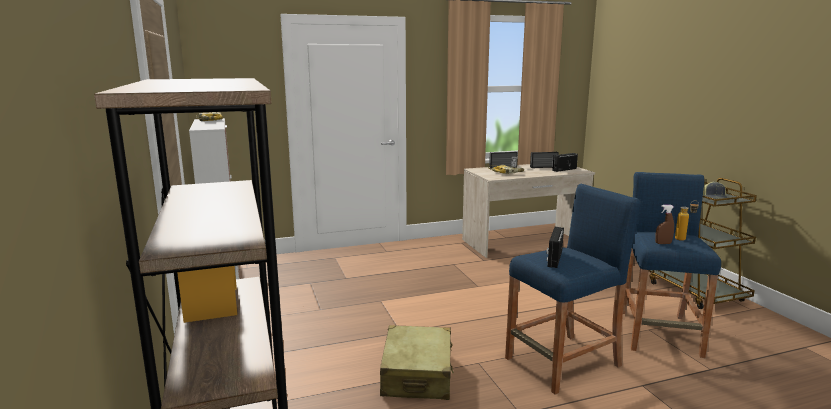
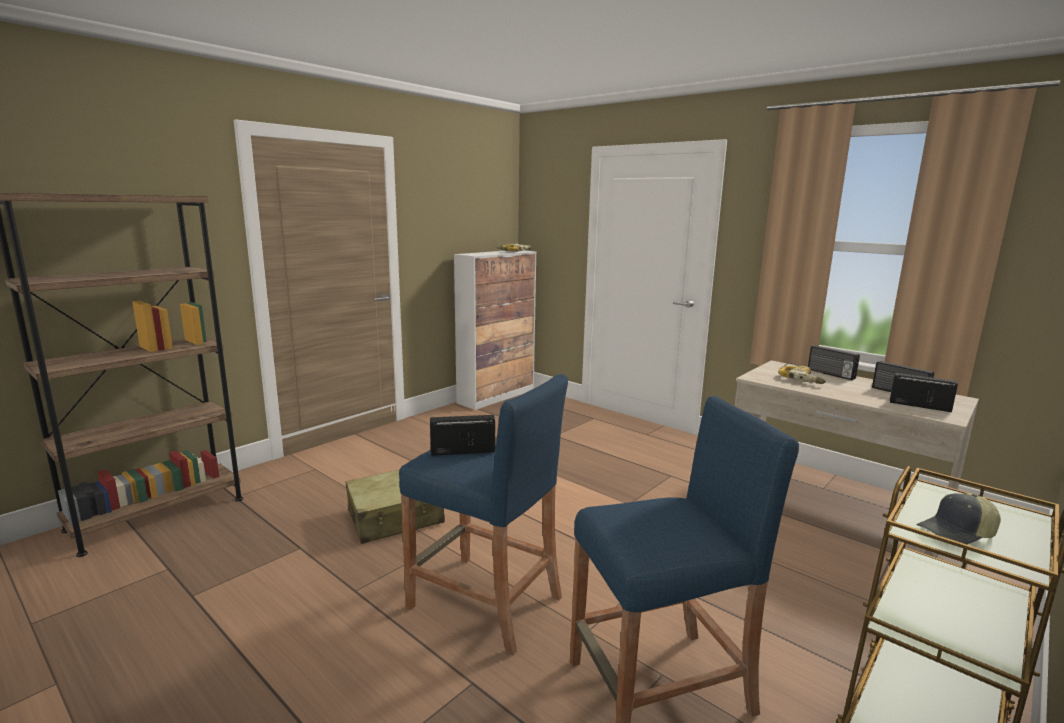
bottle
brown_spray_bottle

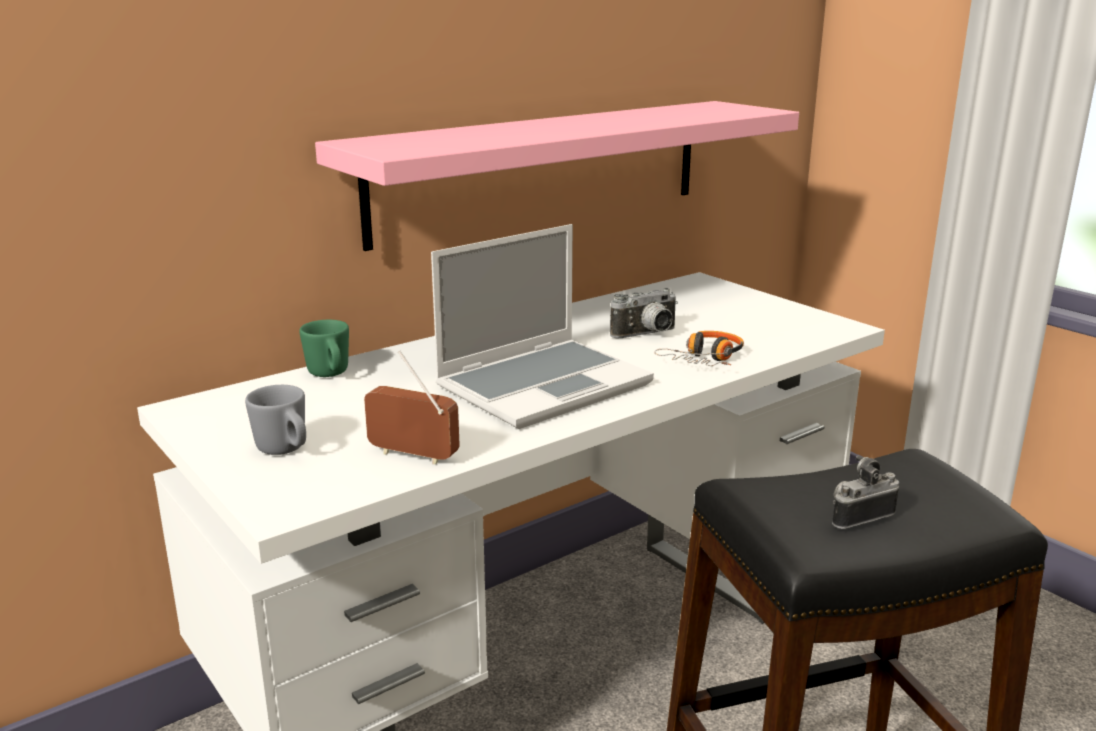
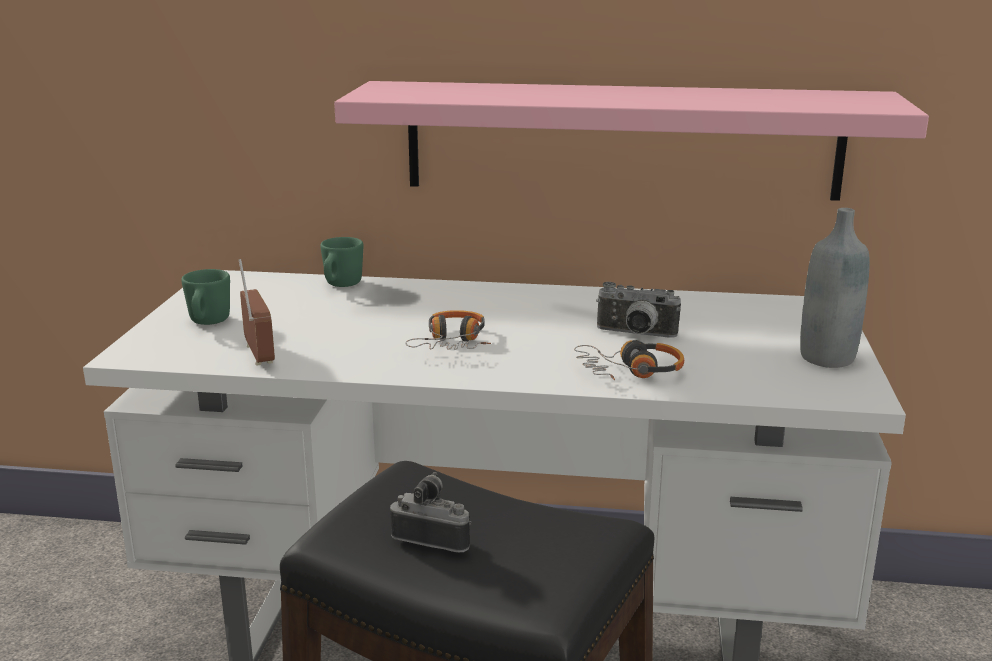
headphones (no. 1 from left)
green_mug (no. 1 from left)
grey_bottle

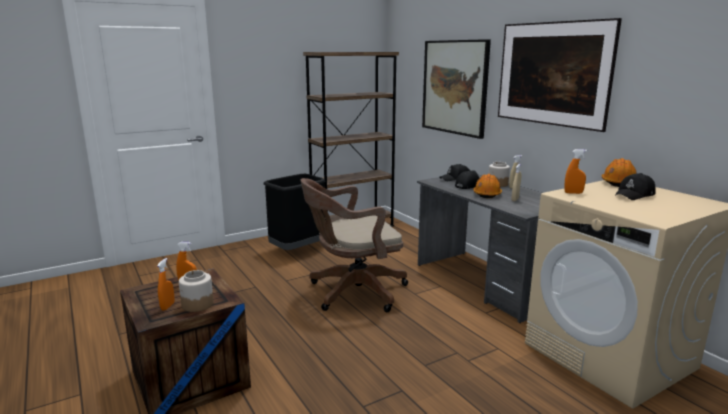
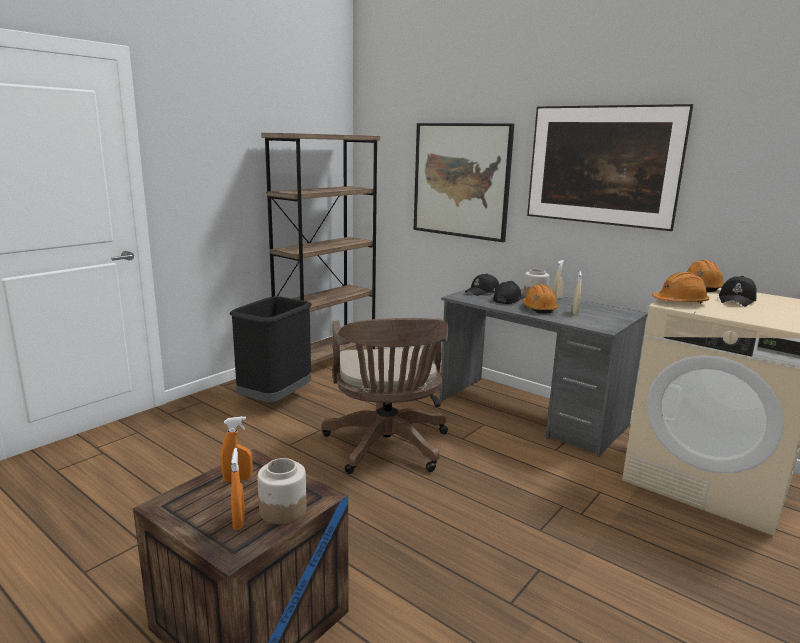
orange_hard_hat (no. 2 from left)
brown_office_chair

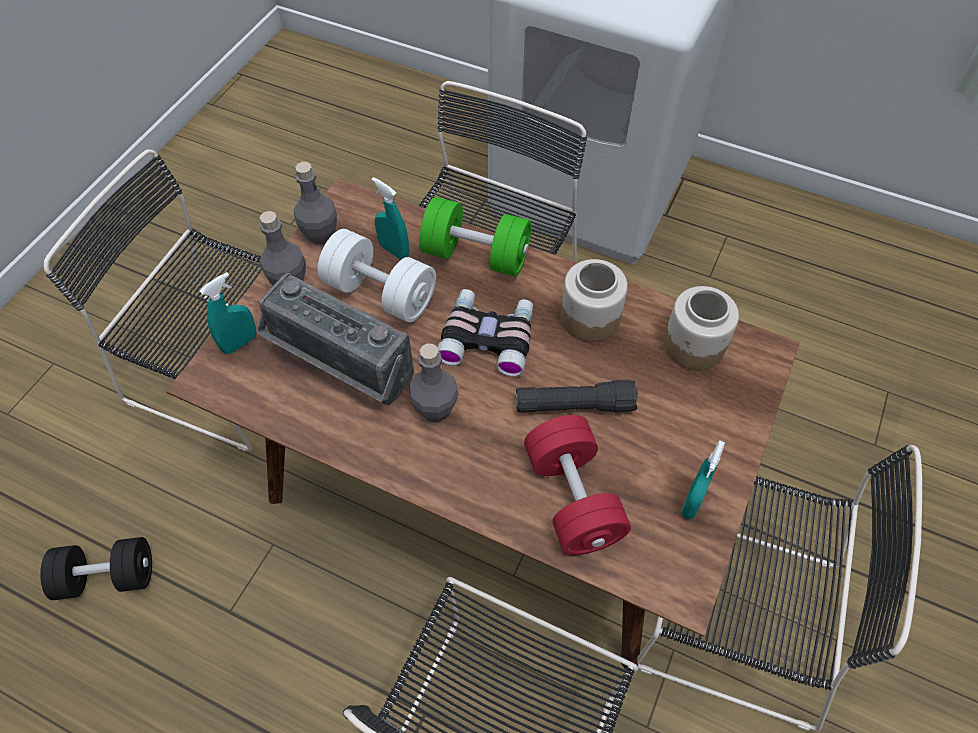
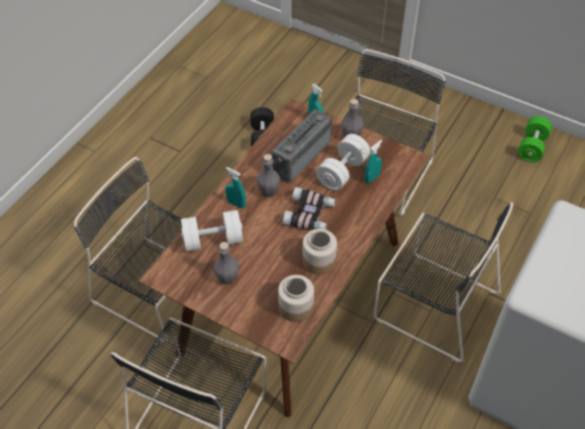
grey_bottle (no. 1 from left)
green_dumbbell
black_flashlight
white_dumbbell (no. 1 from left)
turquoise_spray_bottle (no. 1 from left)

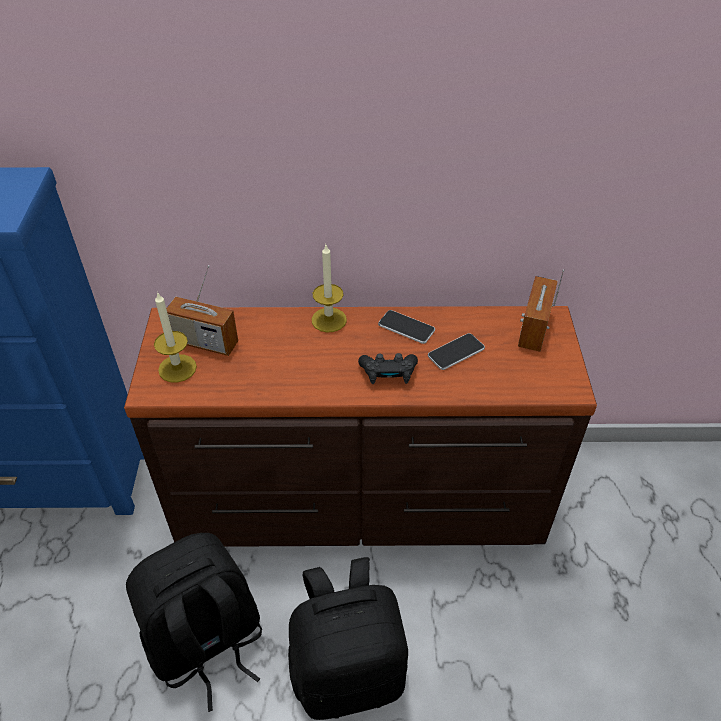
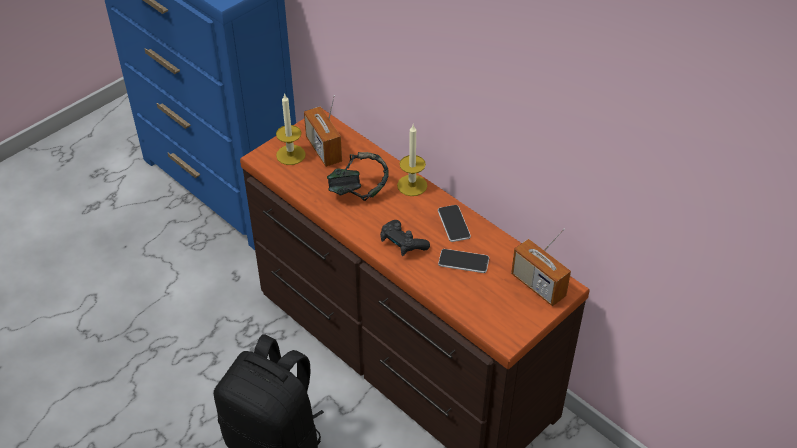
radio (no. 2 from left)
black_backpack (no. 1 from left in the first image)
headphones

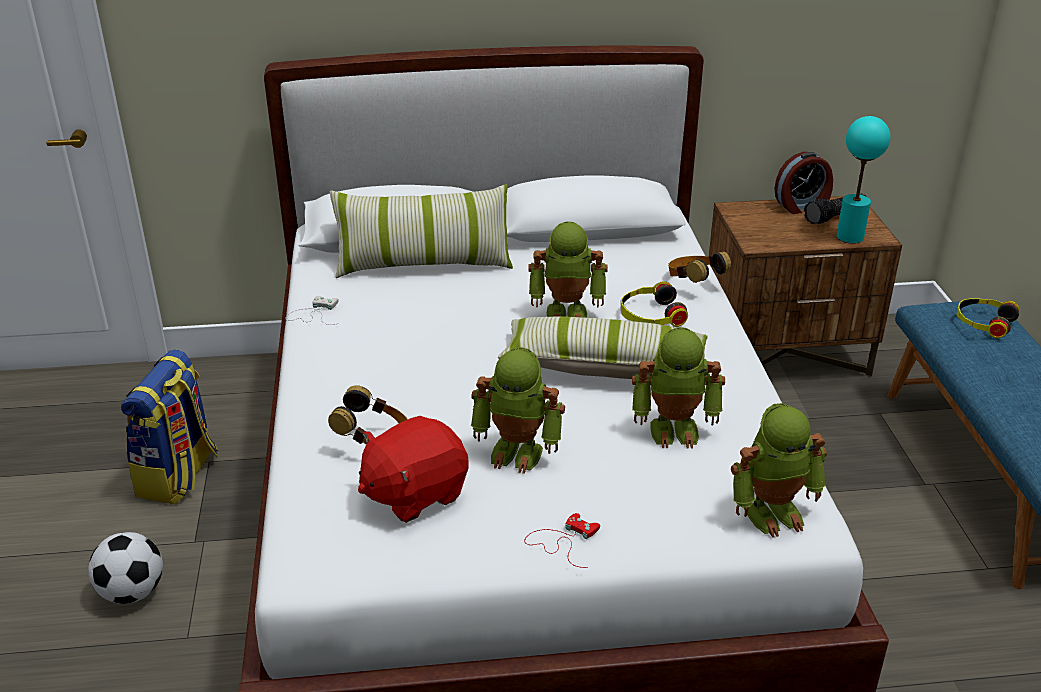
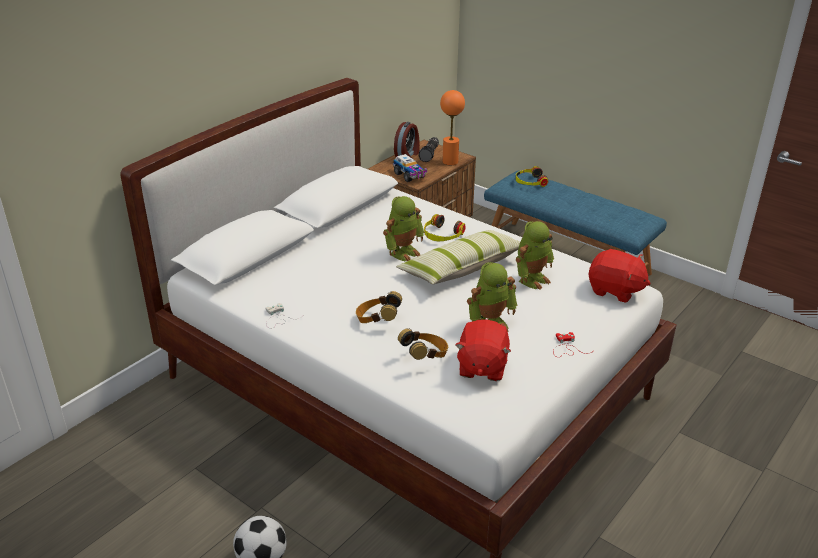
orange_table_lamp
pillow (no. 1 from left in the first image)
headphones (no. 1 from left)
backpack
red_plush_toy (no. 2 from left)
toy_truck

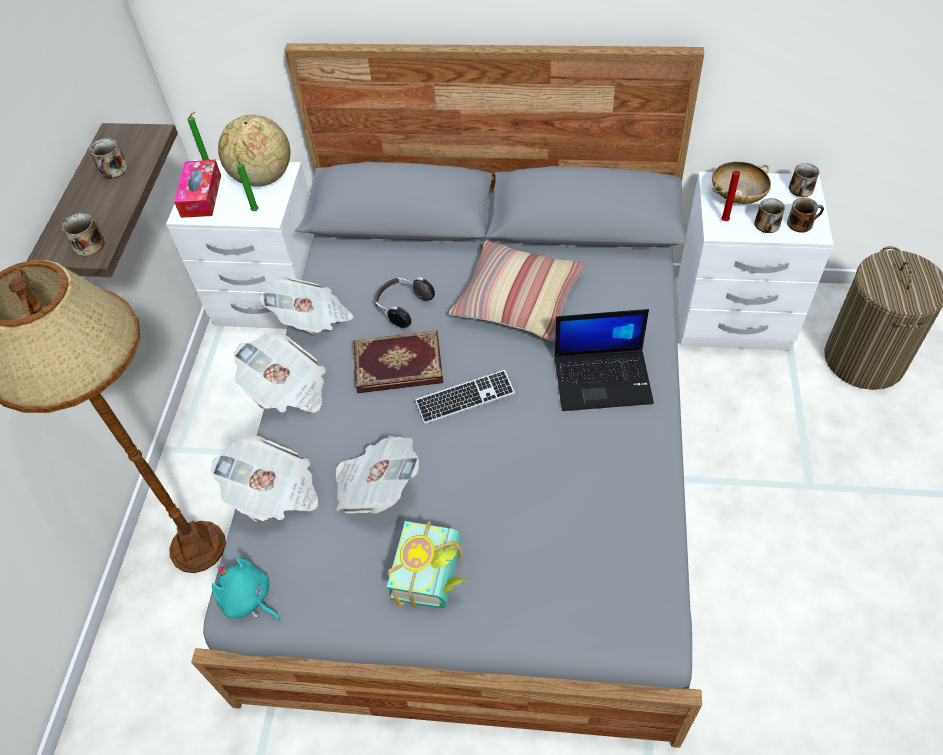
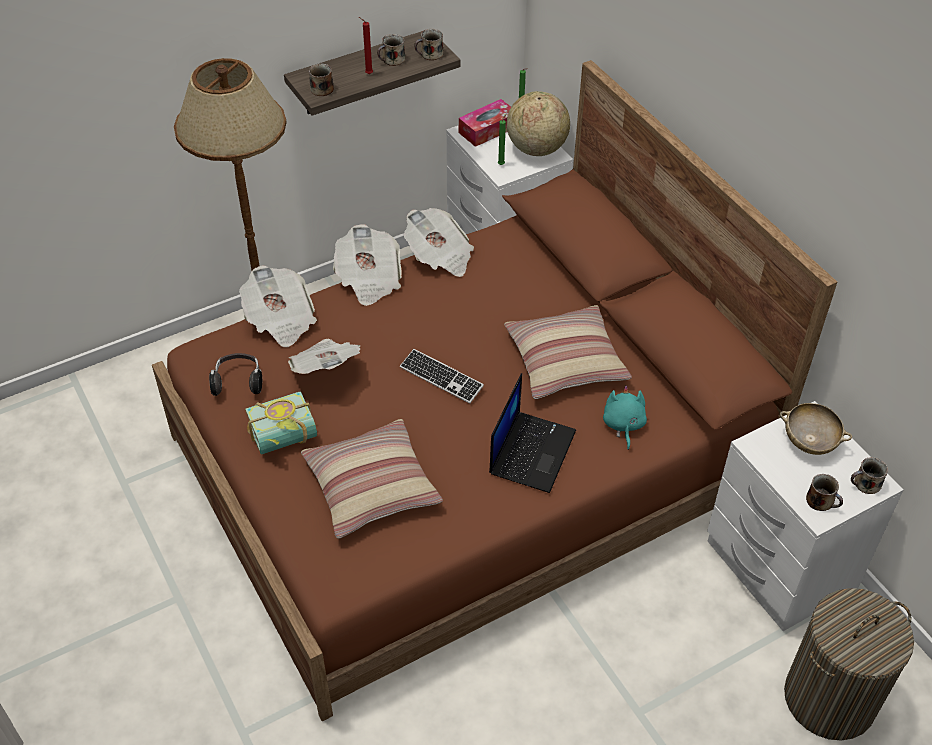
brown_bed
red_candle
mug (no. 3 from left)
headphones
laptop
book (no. 1 from left in the first image)
turquoise_plush_toy
pillow (no. 1 from left)

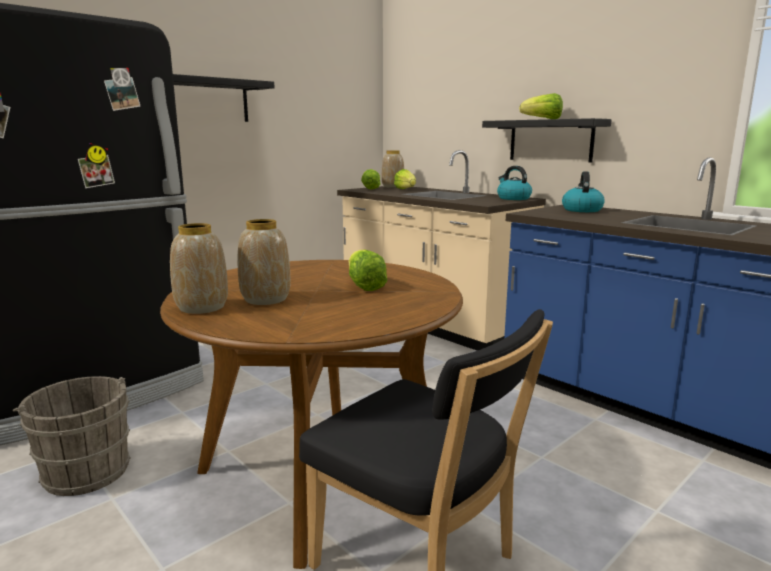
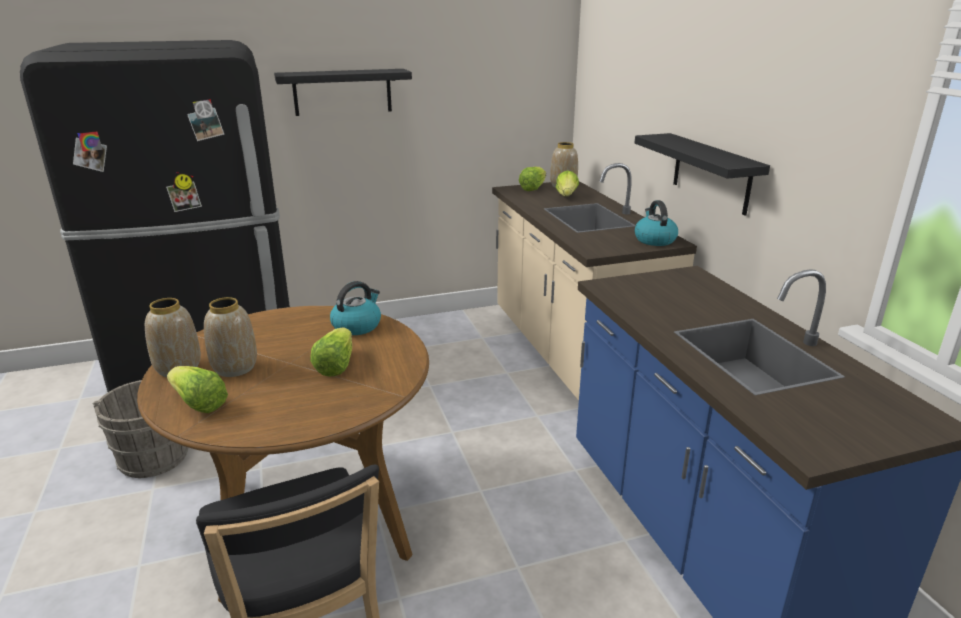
lettuce (no. 1 from left)
kettle (no. 1 from left)

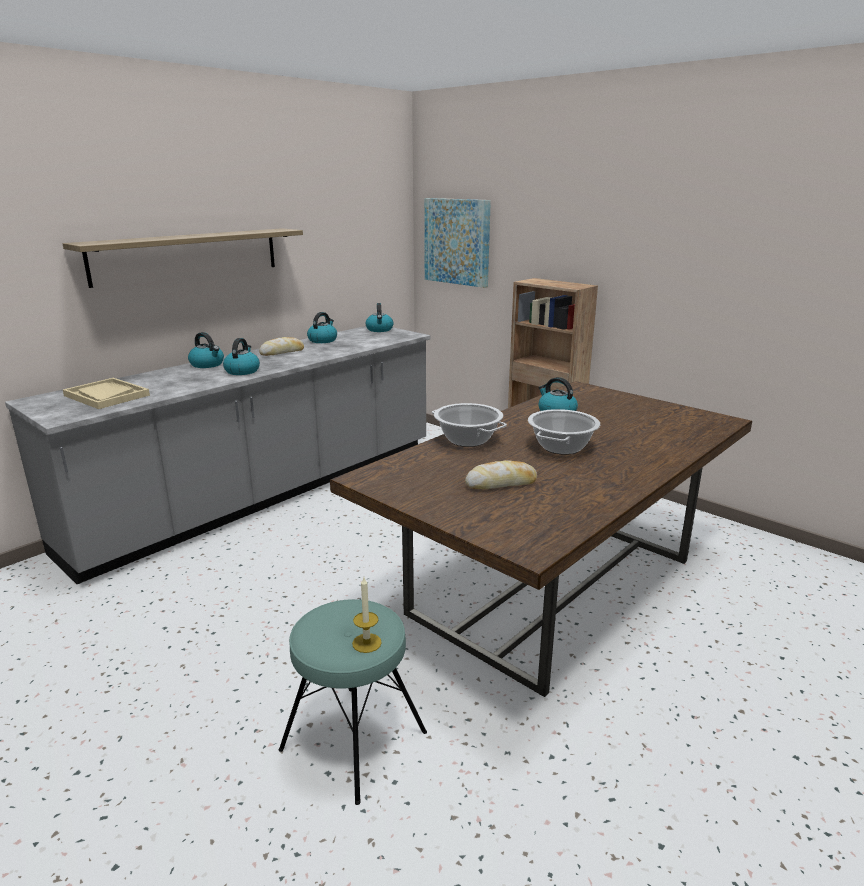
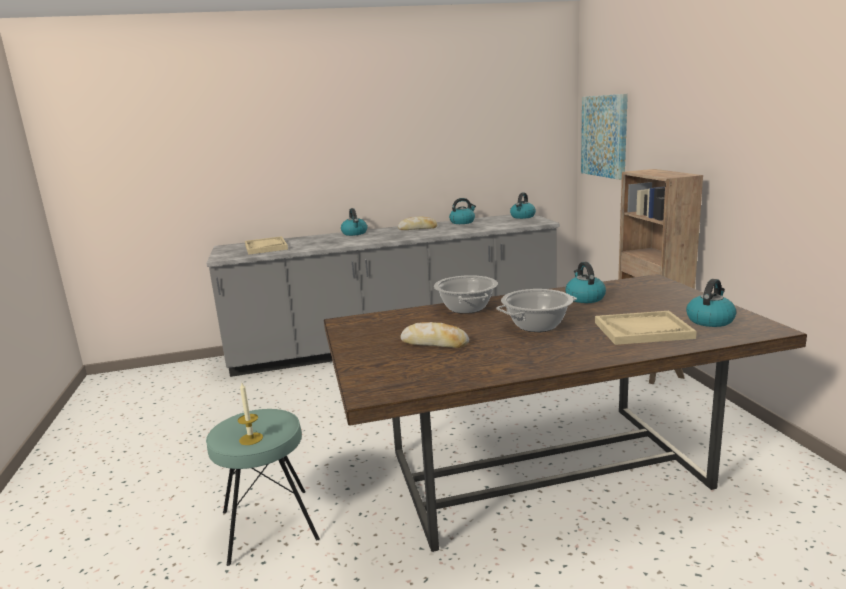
shelf
kettle (no. 5 from left)
beige_tray (no. 2 from left)

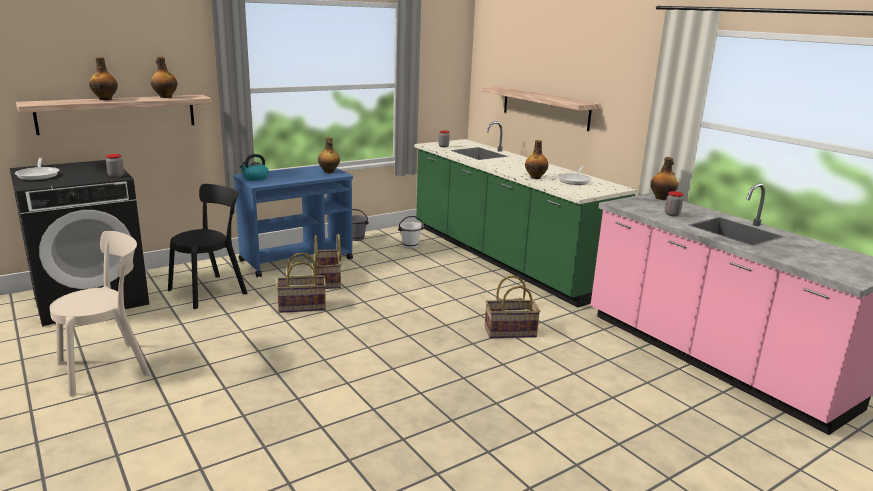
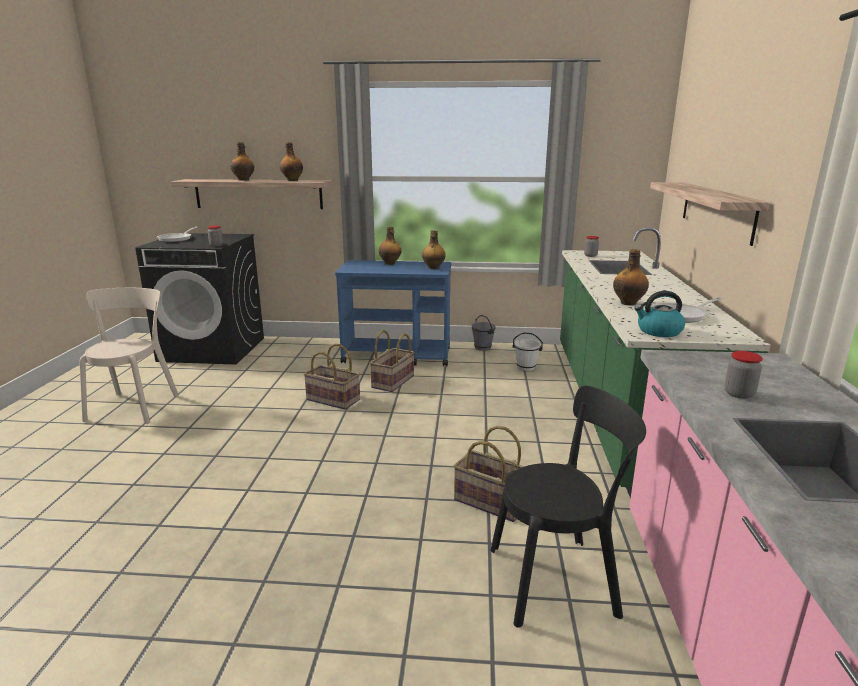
kettle
bottle (no. 3 from left)
black_chair
beige_chair

